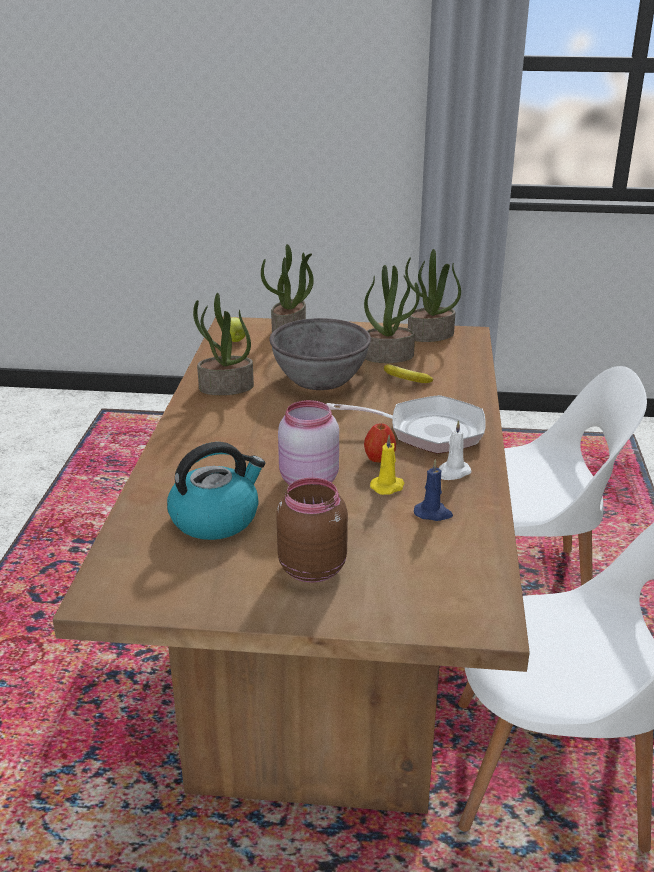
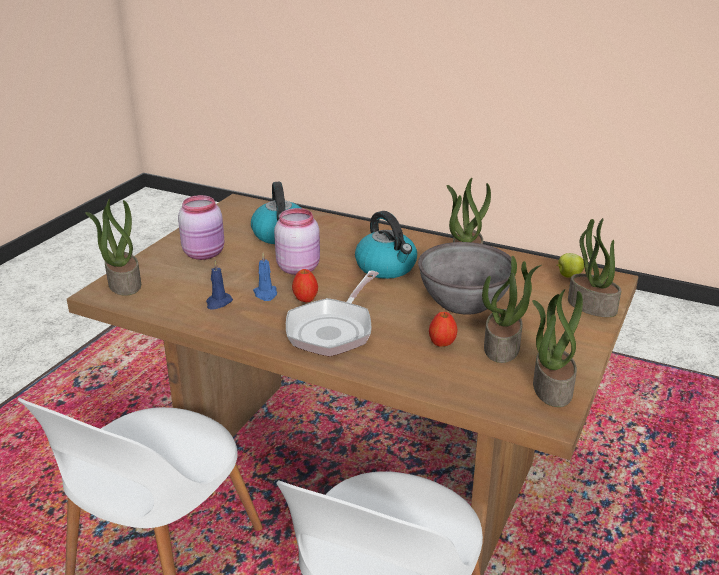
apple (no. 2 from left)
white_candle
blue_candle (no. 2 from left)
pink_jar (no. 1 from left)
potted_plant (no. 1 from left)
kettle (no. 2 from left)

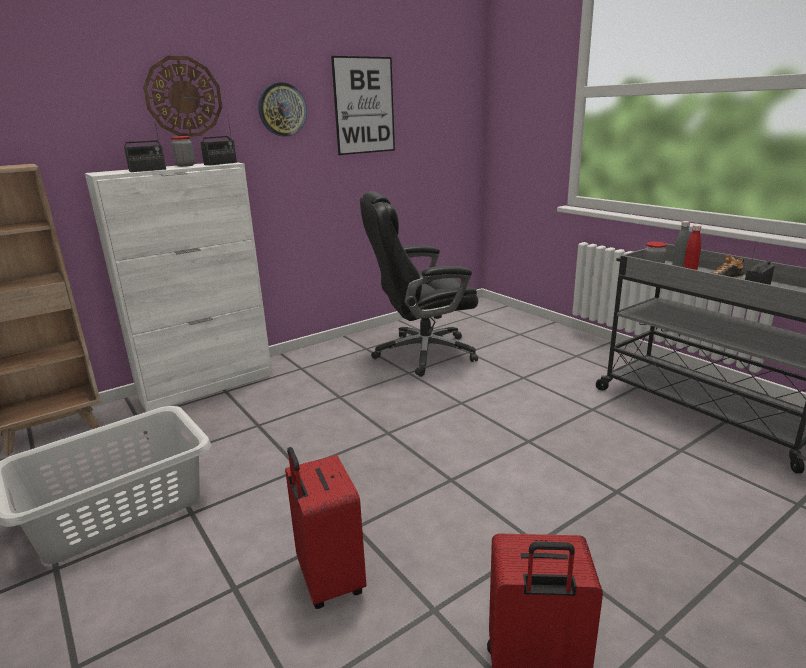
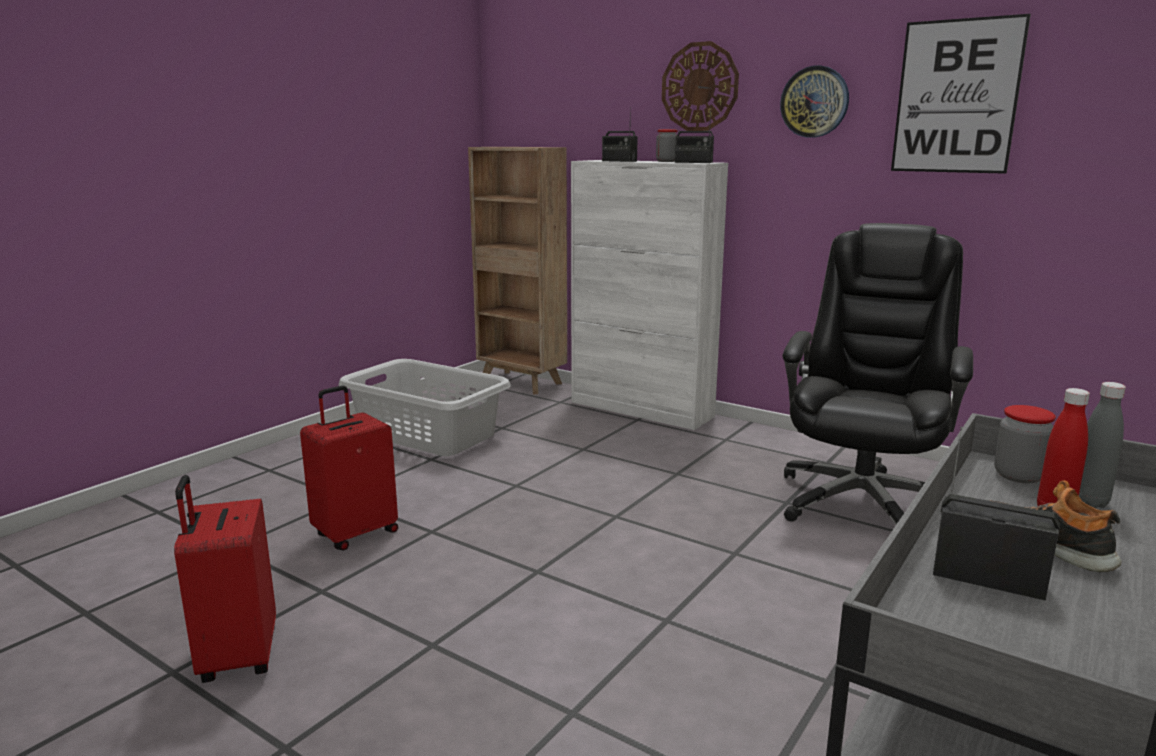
black_office_chair

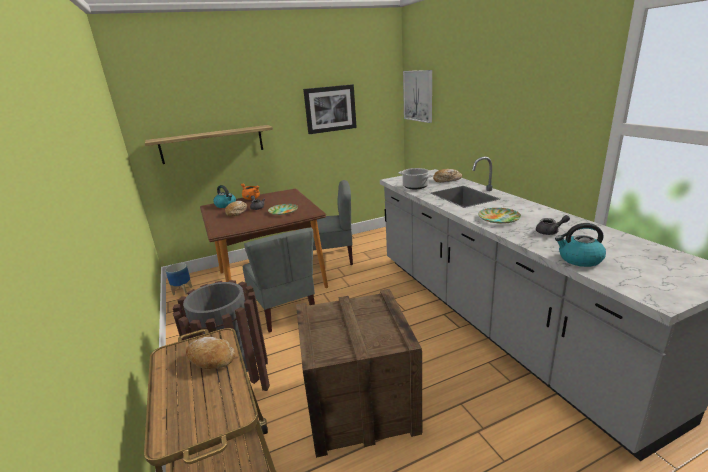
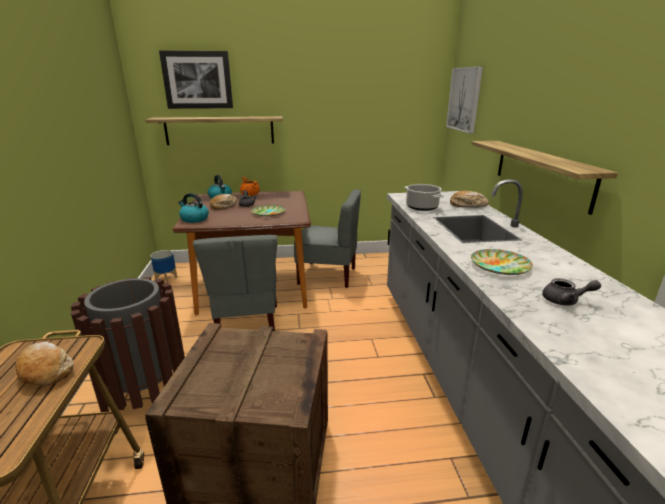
picture (no. 1 from left)
kettle (no. 1 from left)
shelf (no. 2 from left)

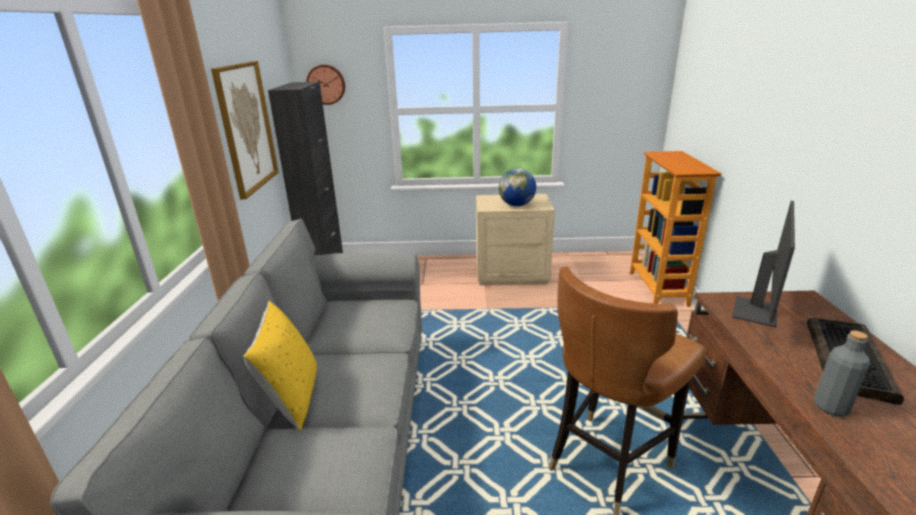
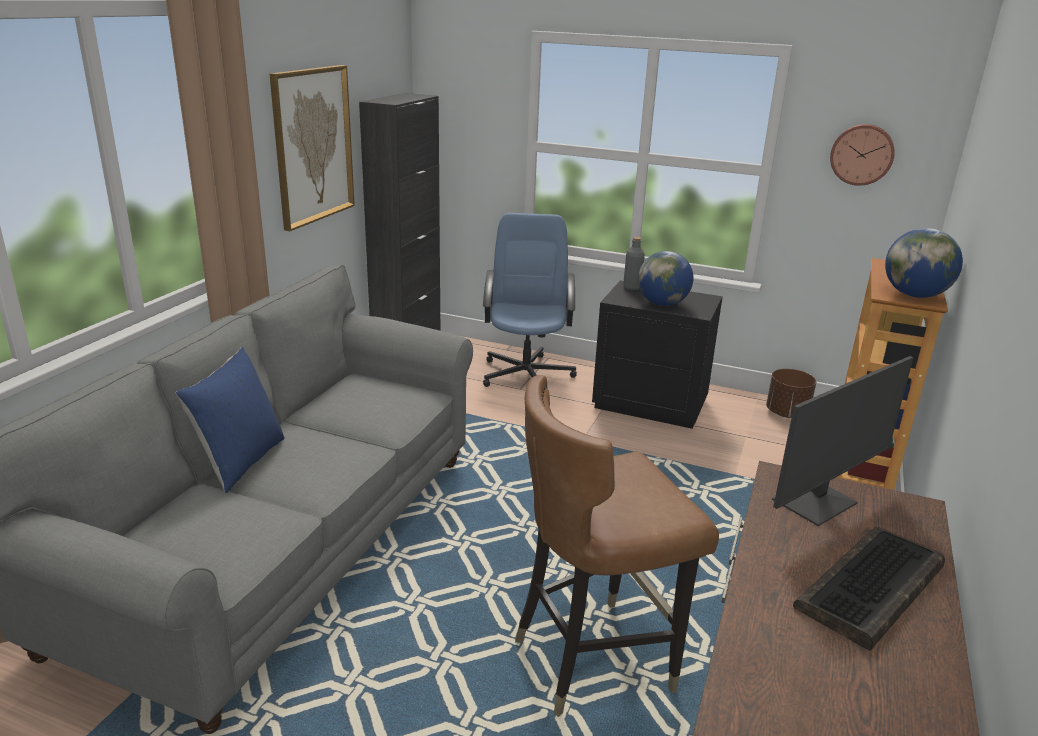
wall_clock
black_nightstand
blue_pillow
grey_bottle
blue_office_chair
globe (no. 2 from left)
brown_planter

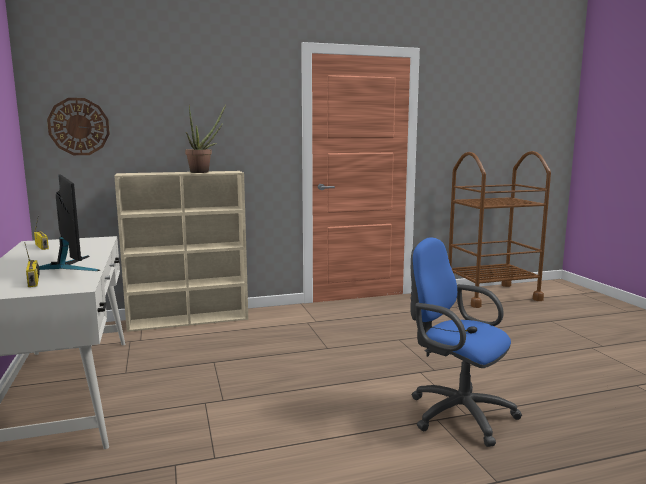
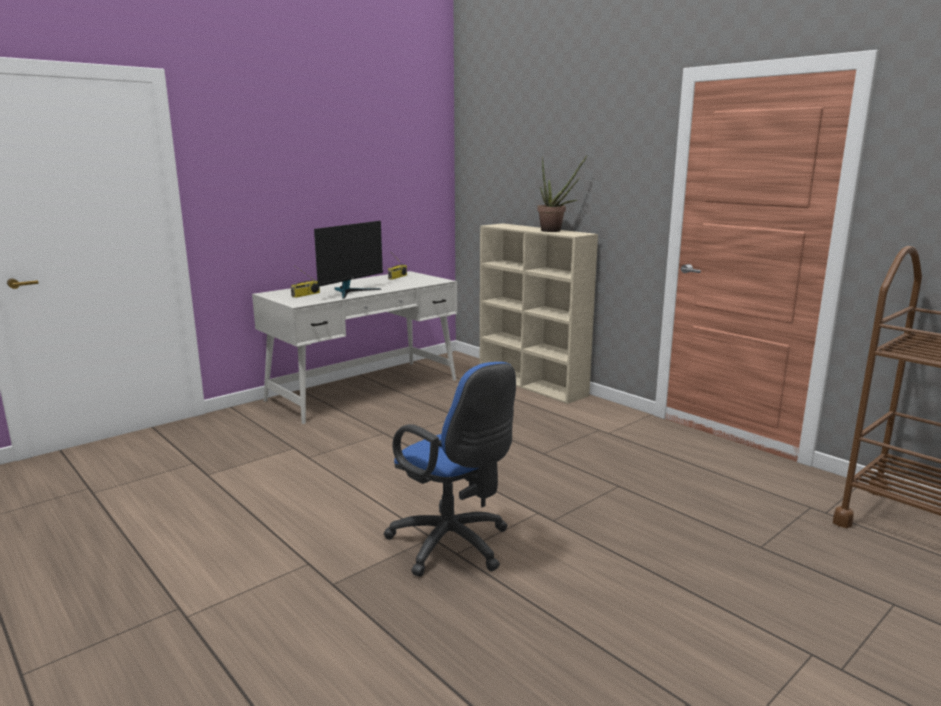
wall_clock
blue_office_chair

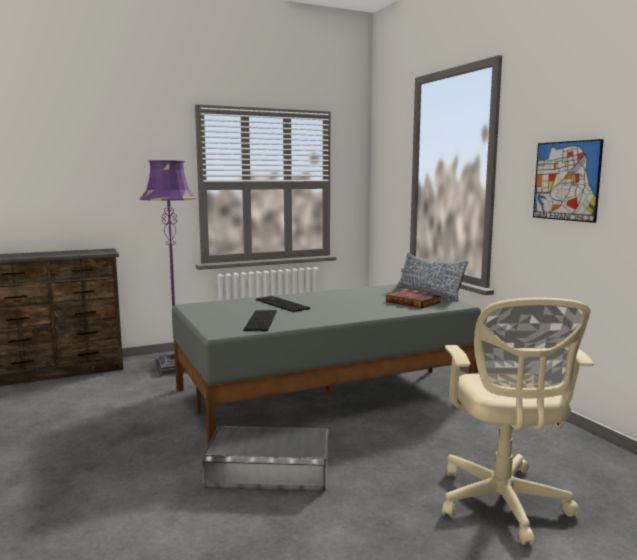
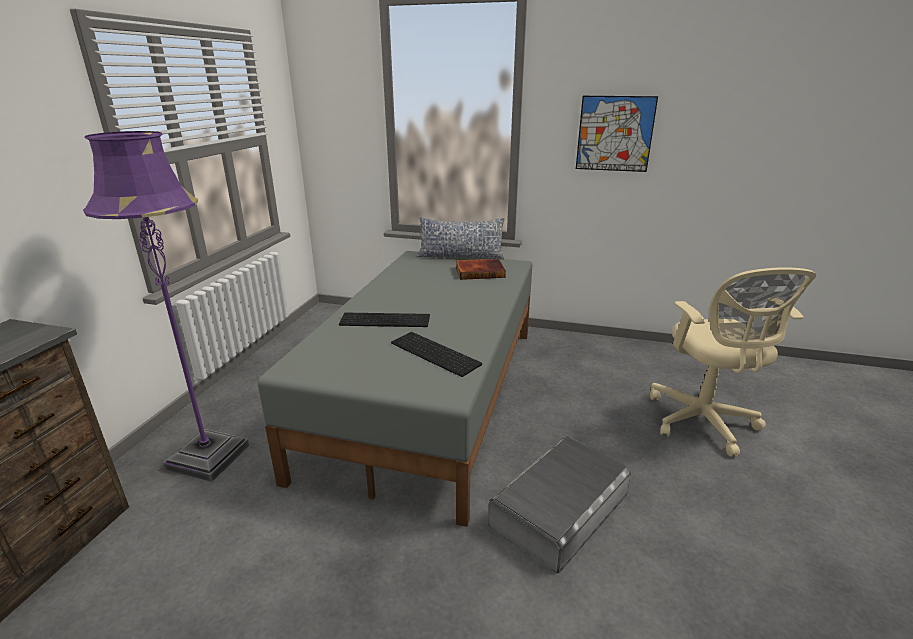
beige_office_chair

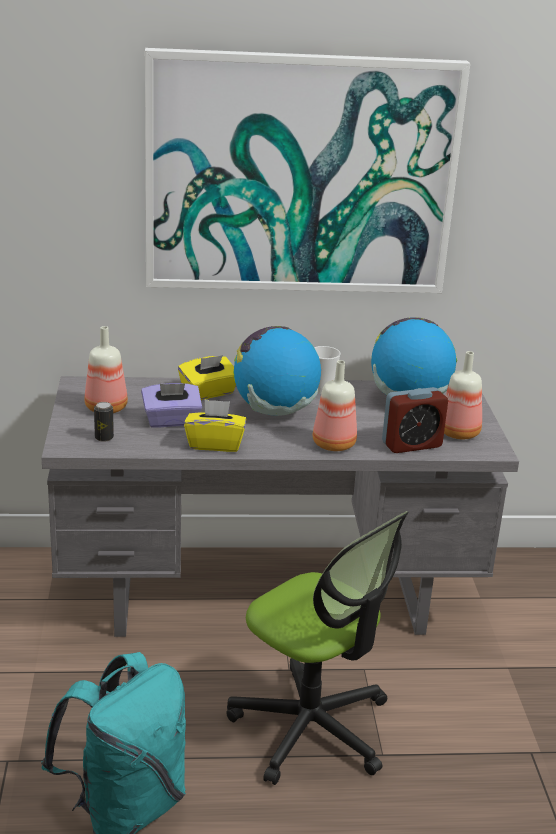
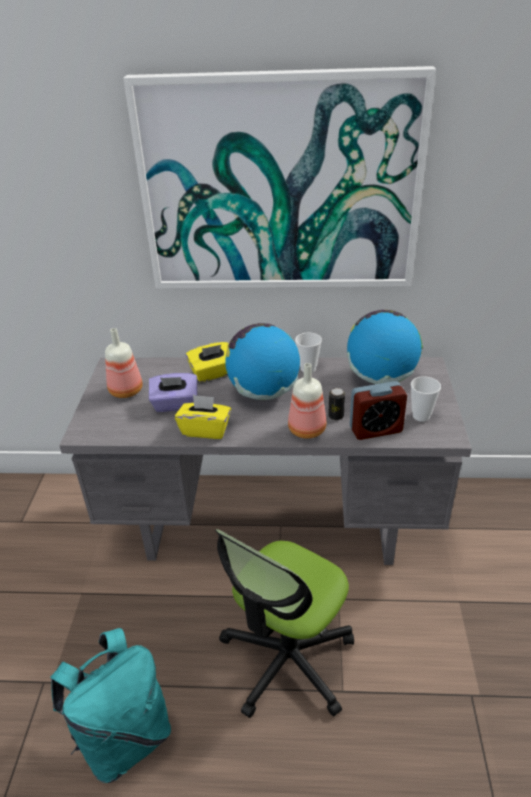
cup (no. 2 from left)
can
office_chair

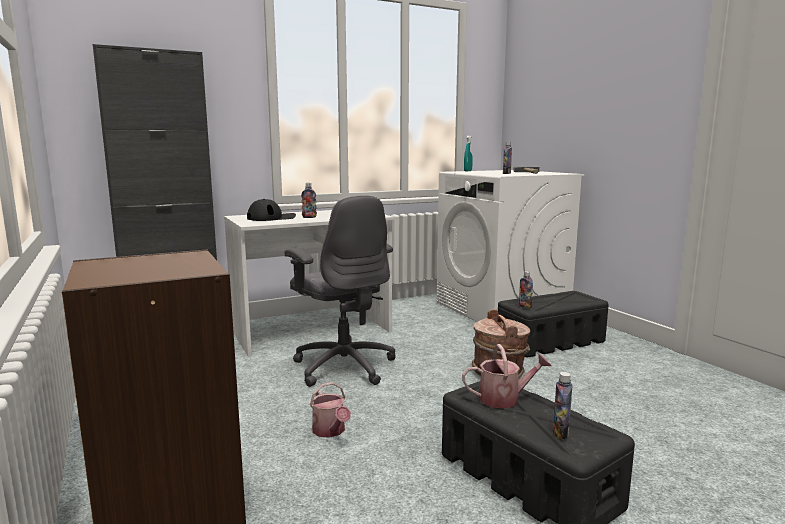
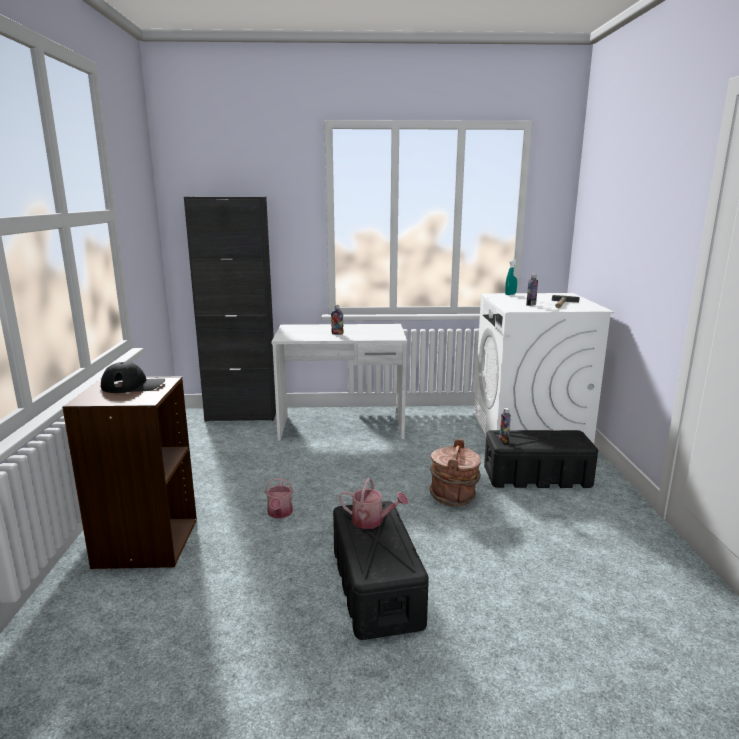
grey_office_chair
black_cap
bottle (no. 4 from left in the first image)

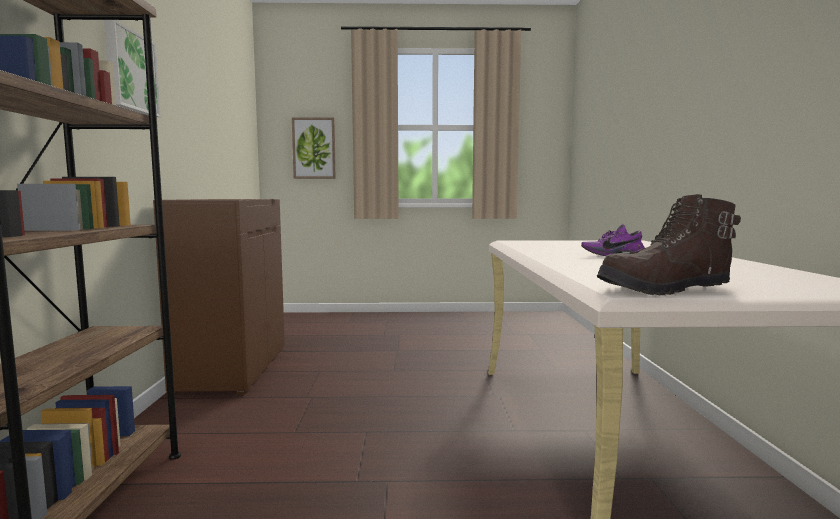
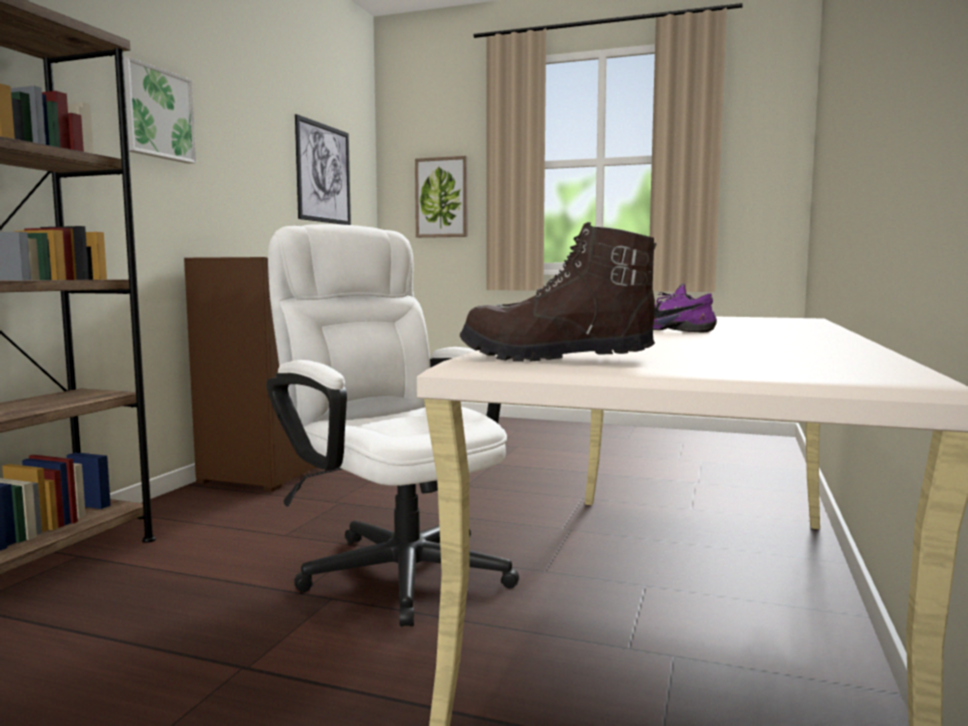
picture (no. 2 from left)
white_office_chair

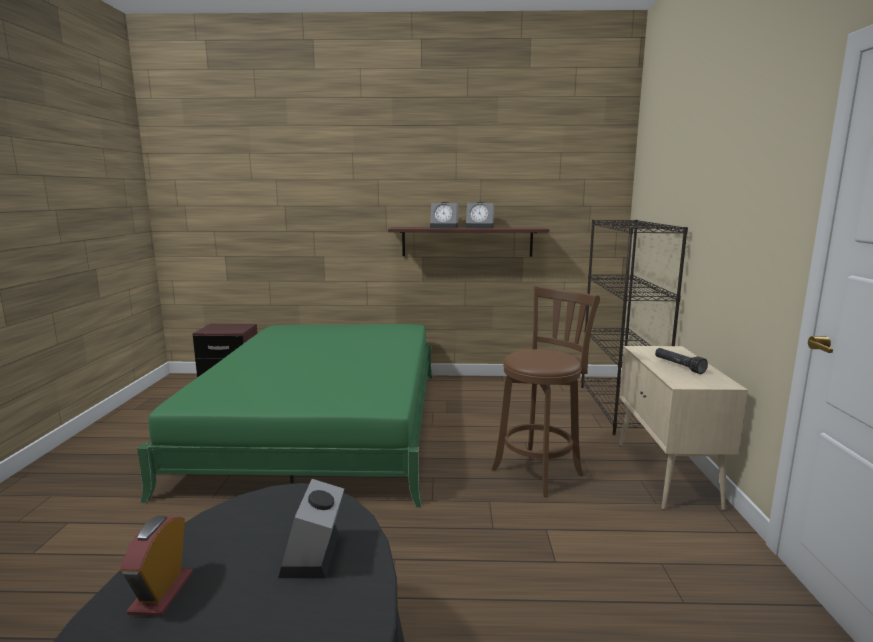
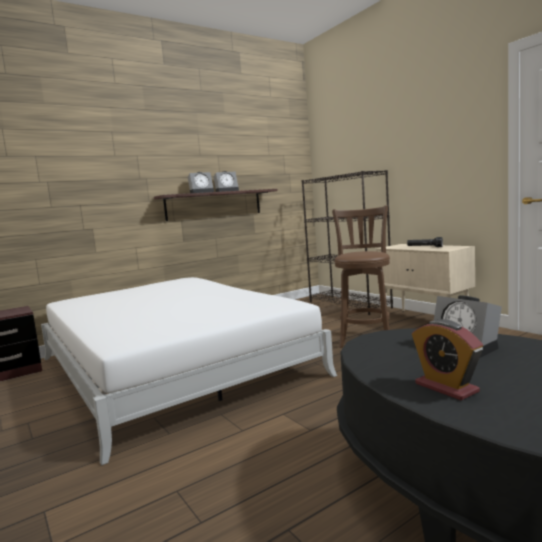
white_bed

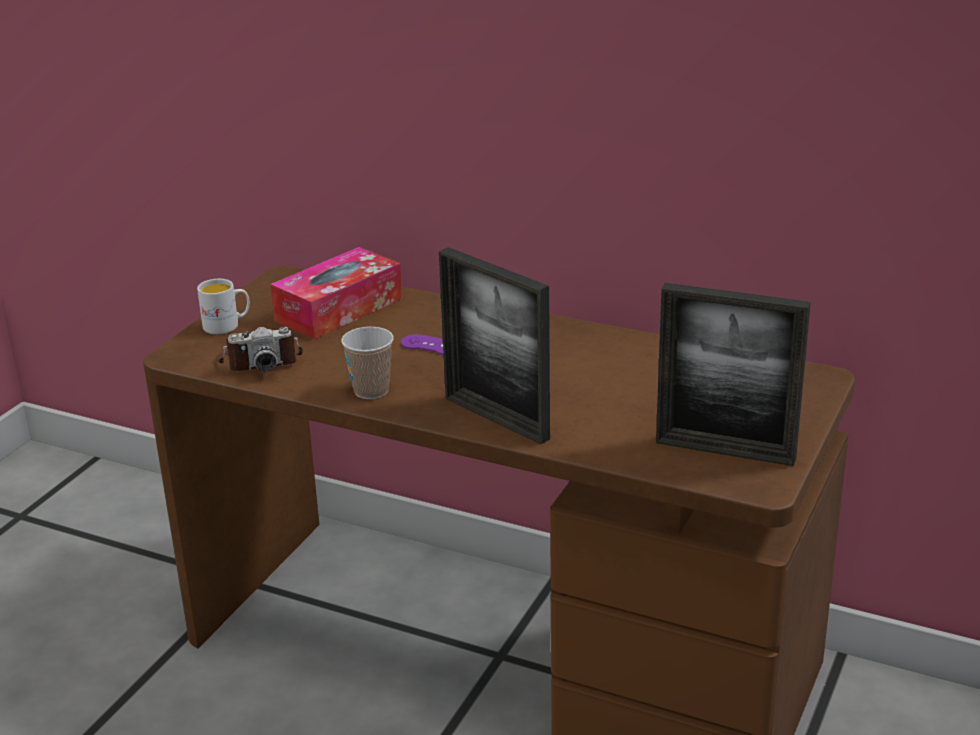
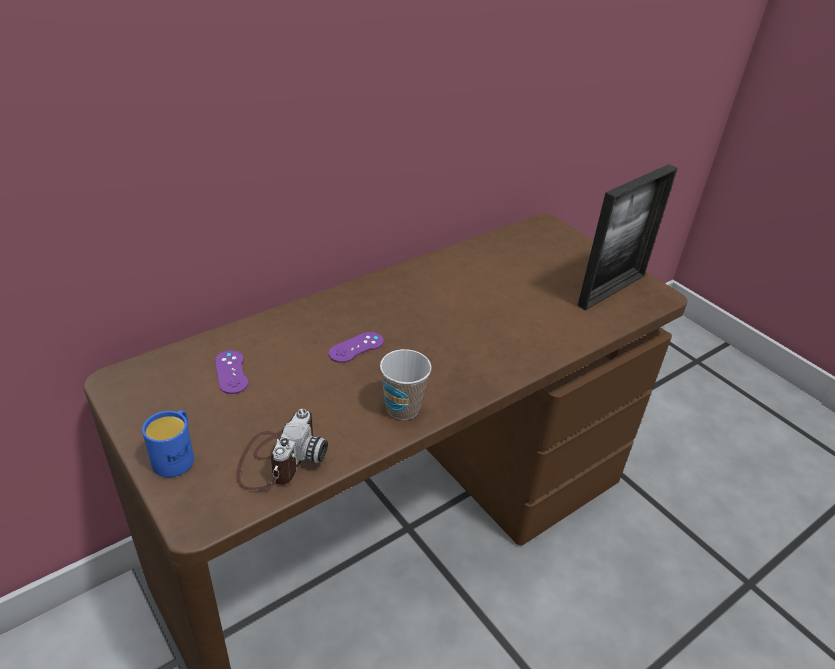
purple_game_controller (no. 1 from left)
picture_frame (no. 1 from left in the first image)
blue_mug

